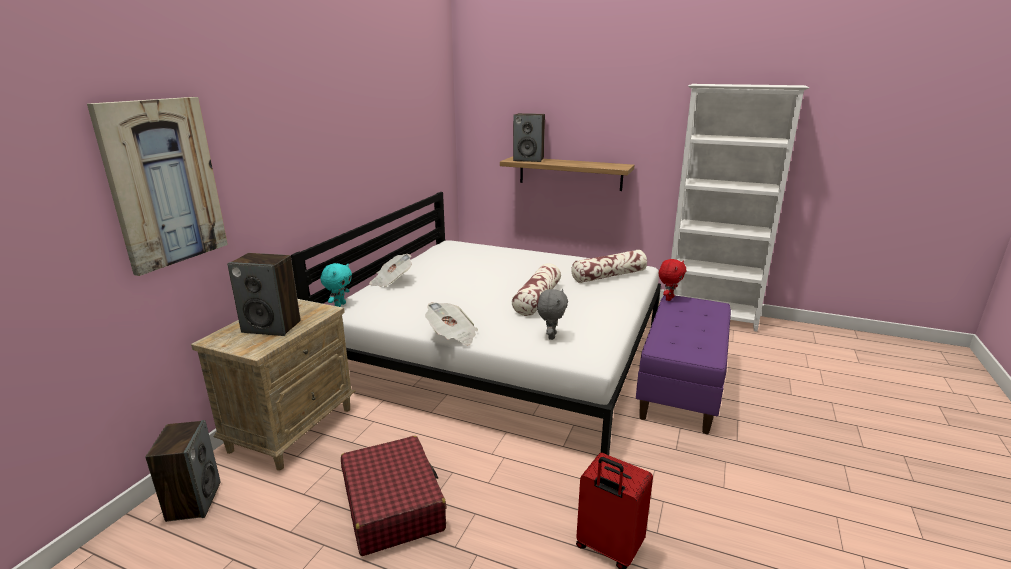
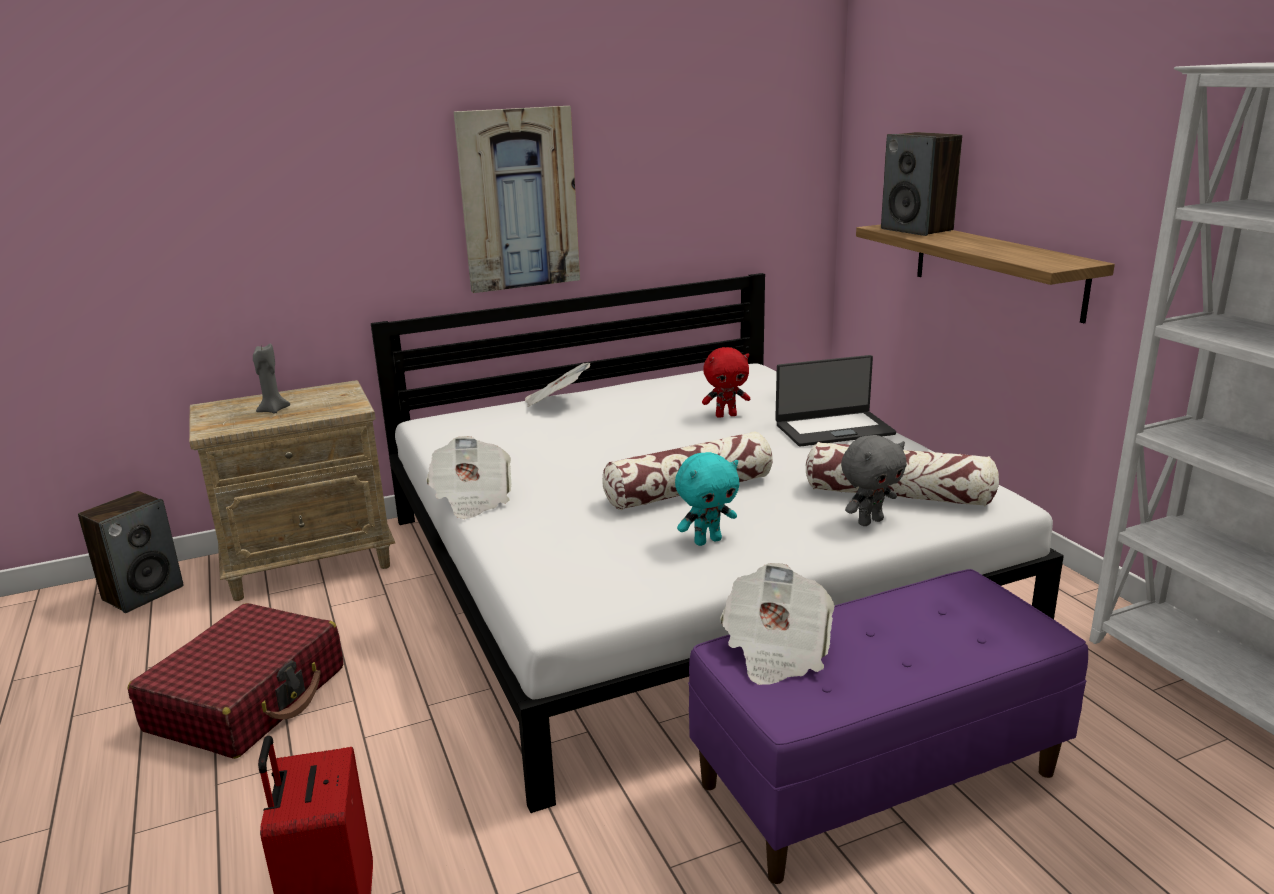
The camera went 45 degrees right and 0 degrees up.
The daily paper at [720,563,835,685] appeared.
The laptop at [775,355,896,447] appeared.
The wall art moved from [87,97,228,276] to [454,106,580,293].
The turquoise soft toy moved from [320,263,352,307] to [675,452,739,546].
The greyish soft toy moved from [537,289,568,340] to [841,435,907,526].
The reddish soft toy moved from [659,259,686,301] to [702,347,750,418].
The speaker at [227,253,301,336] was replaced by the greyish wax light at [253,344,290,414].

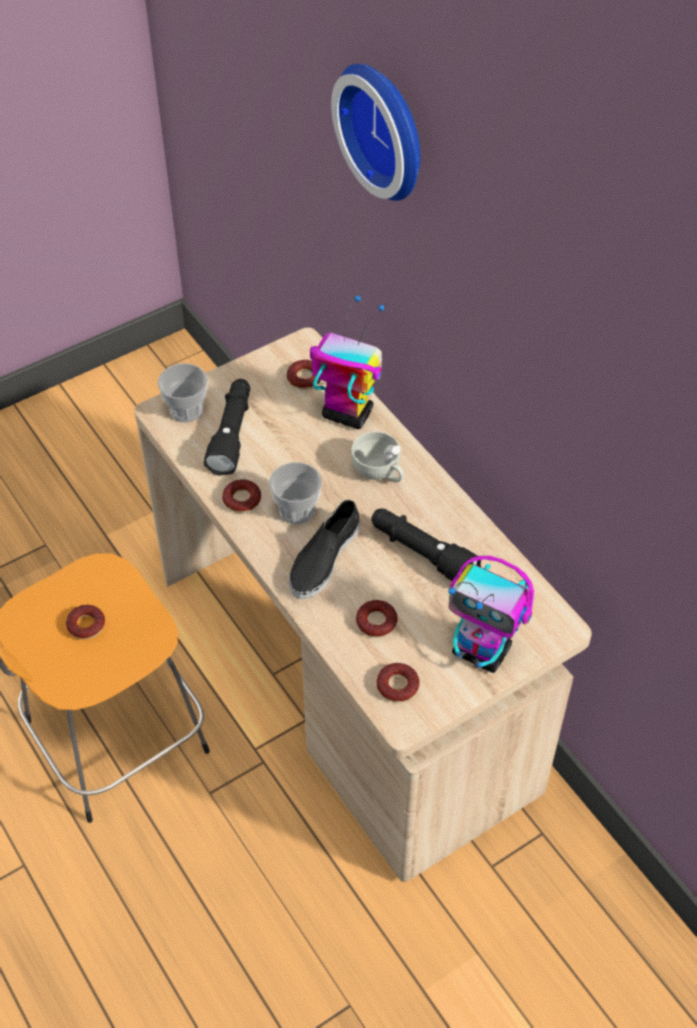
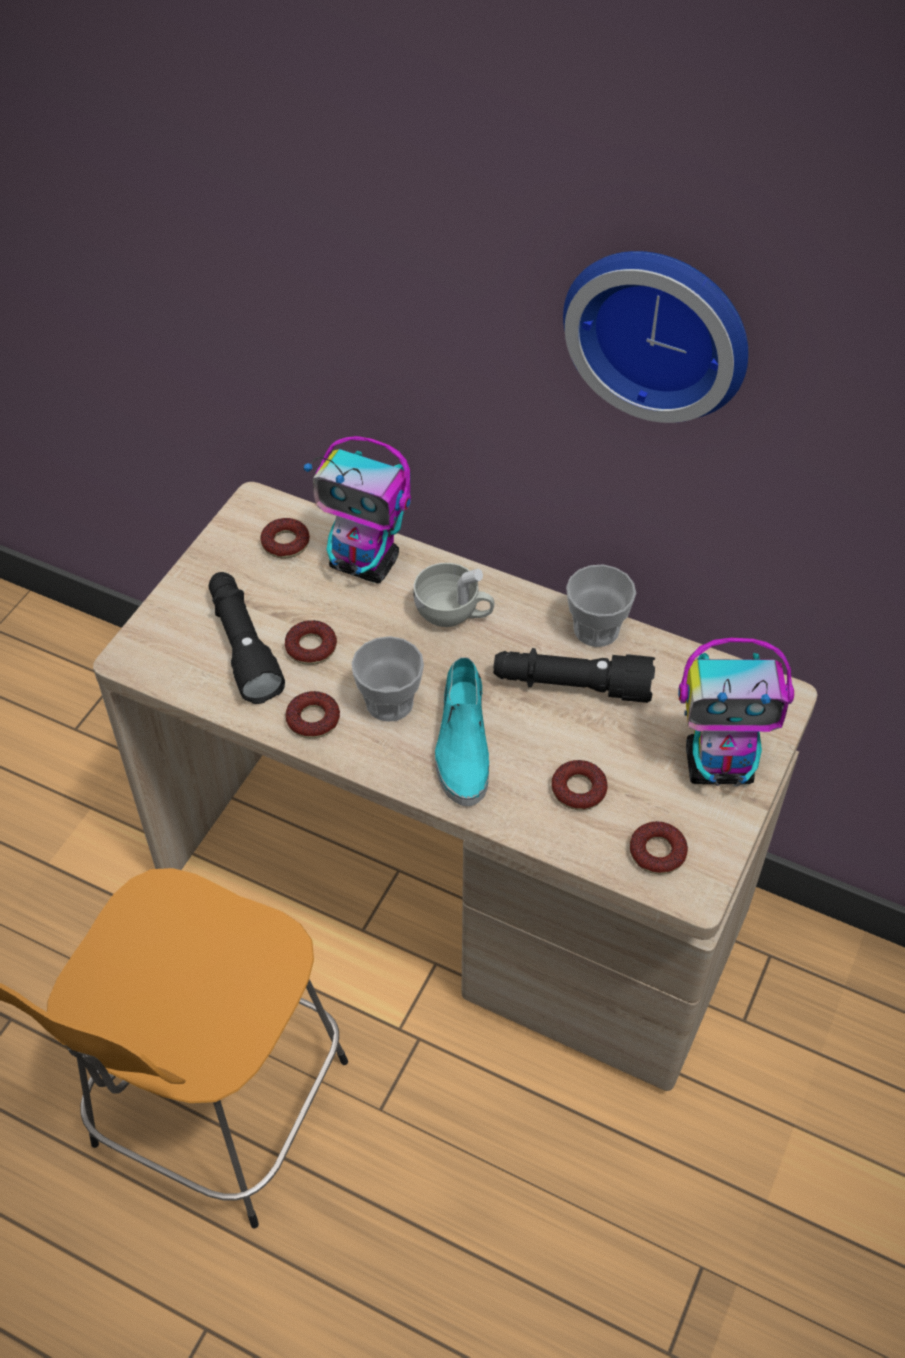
The camera went 30 degrees left and 0 degrees up.
The donut moved from [66,605,105,639] to [285,620,337,665].
The cup moved from [158,363,208,423] to [566,565,636,647].
The hanging clock moved from [331,64,421,201] to [563,251,748,423].
The black-coloured shoe at [289,500,360,599] became the turquoise shoe at [435,657,489,806].
The model robot at [310,296,384,429] turned 150 degrees counterclockwise.

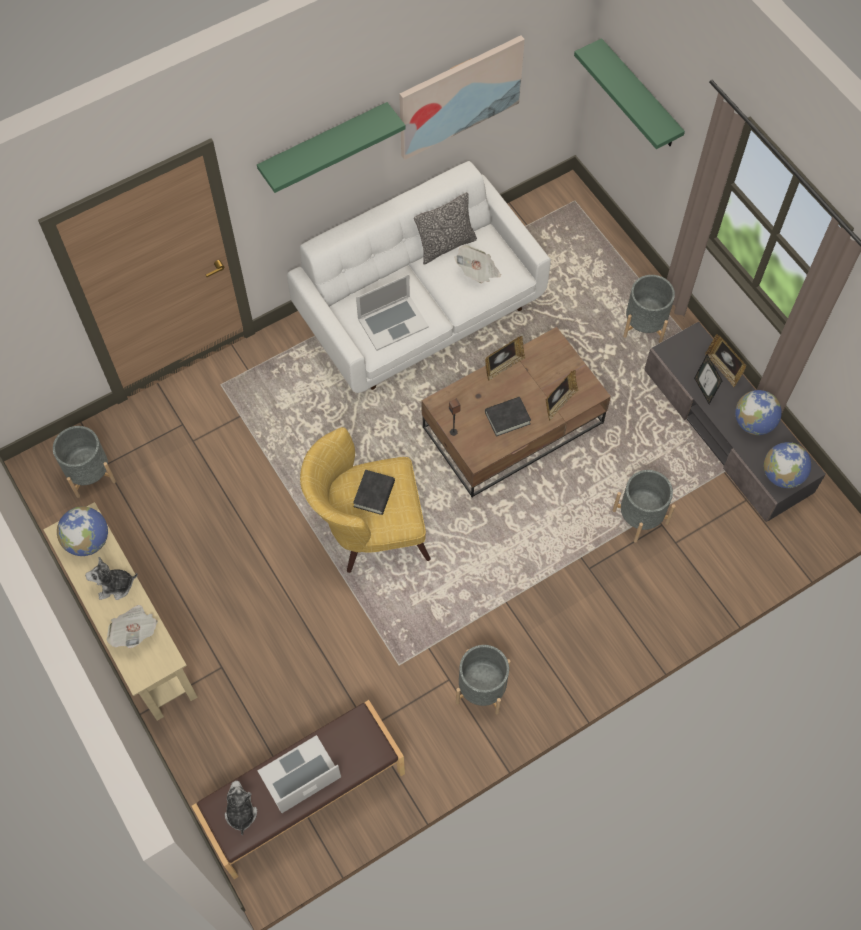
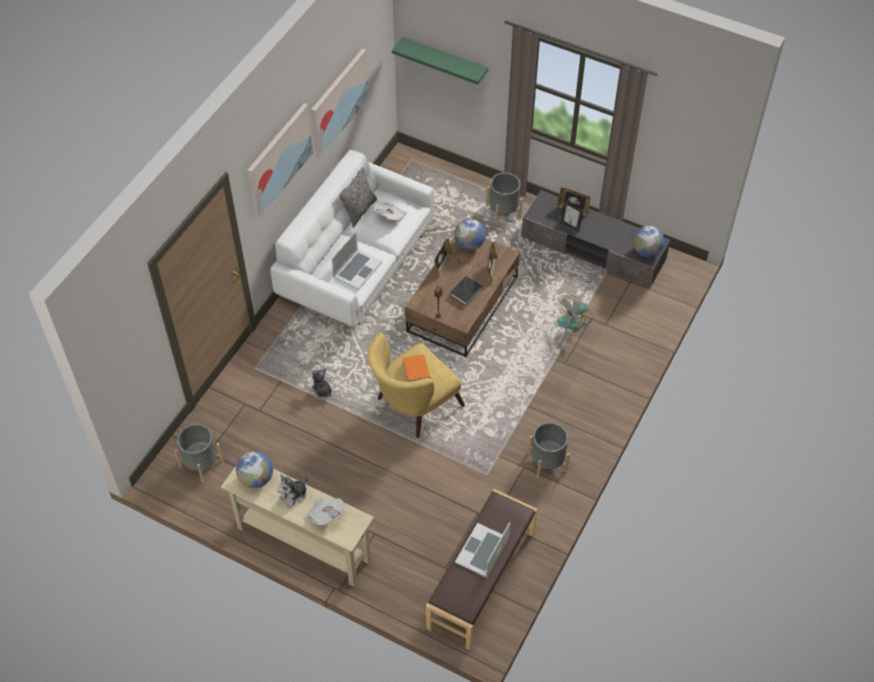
The camera went 30 degrees left and 10 degrees down.
The soft toy moved from [225,781,257,835] to [309,368,332,399].
The desk globe moved from [735,390,782,435] to [454,219,486,250].
The green shelf at [257,102,406,193] was replaced by the wall art at [247,103,313,219].
The greyish flower pot at [613,470,676,543] was replaced by the electric fan at [557,294,593,330].
The black-coloured bound book at [353,470,395,515] became the orange-coloured bound book at [402,354,430,382].

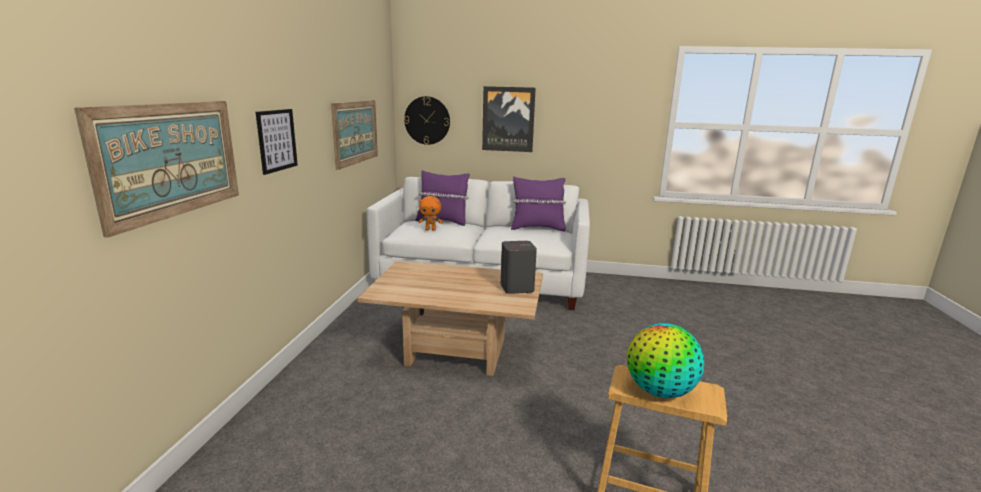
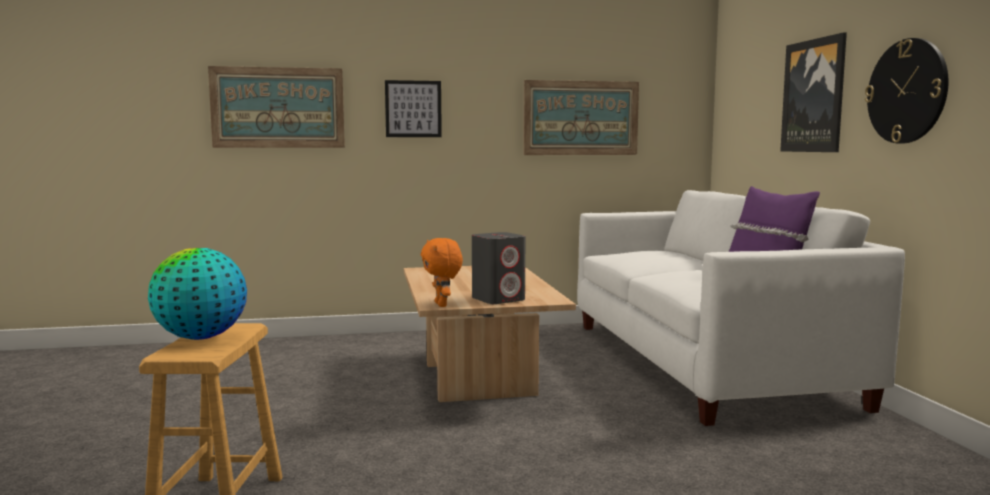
The camera went 70 degrees right and 10 degrees down.
The purple-coloured throw pillow at [416,170,470,226] disappeared.
The hanging clock moved from [404,96,450,145] to [865,38,949,144].
The orange-coloured soft toy moved from [418,196,443,231] to [421,238,463,307].

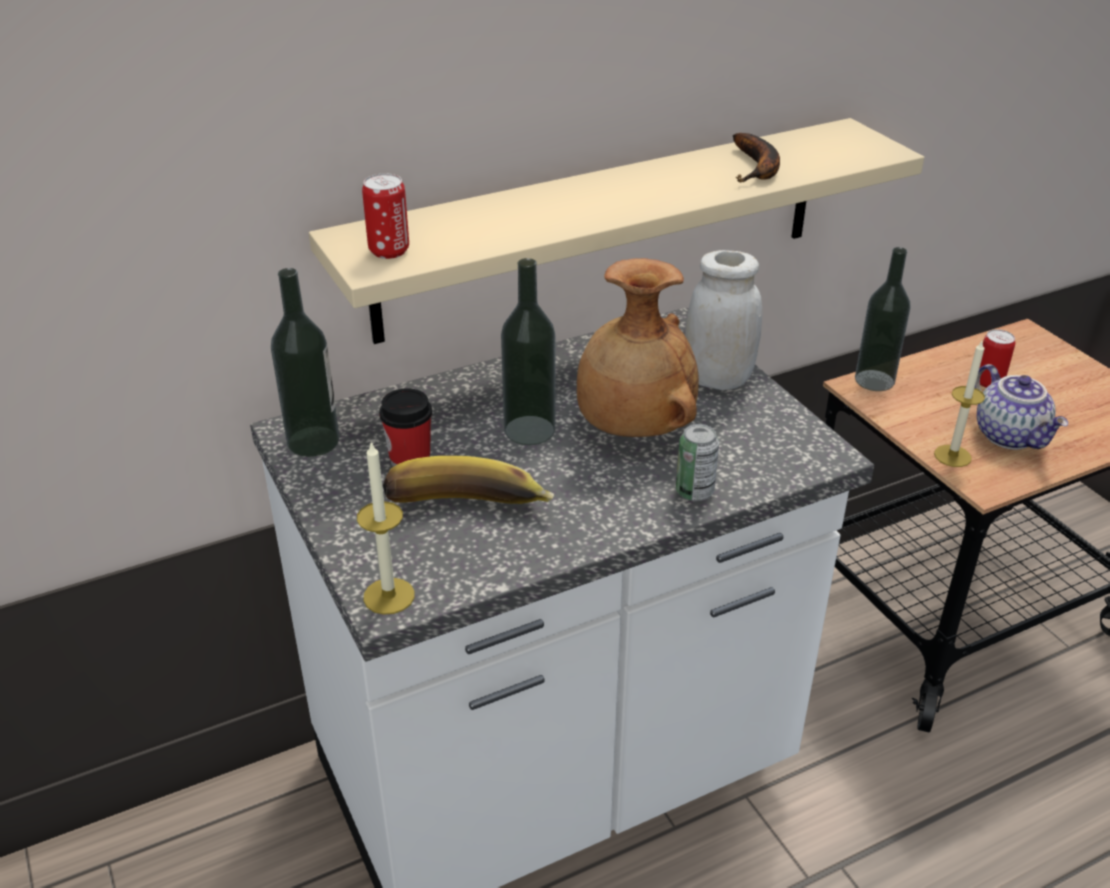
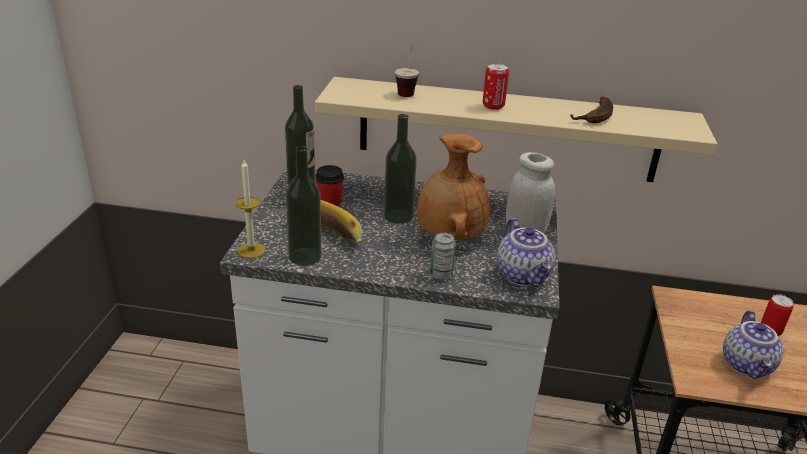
The camera went 35 degrees right and 5 degrees down.
The wax light at [934,339,985,467] disappeared.
The cup at [395,46,419,97] appeared.
The teapot at [497,218,555,287] appeared.
The can moved from [362,173,409,259] to [483,63,509,110].
The beverage bottle moved from [855,247,911,391] to [286,146,322,266].

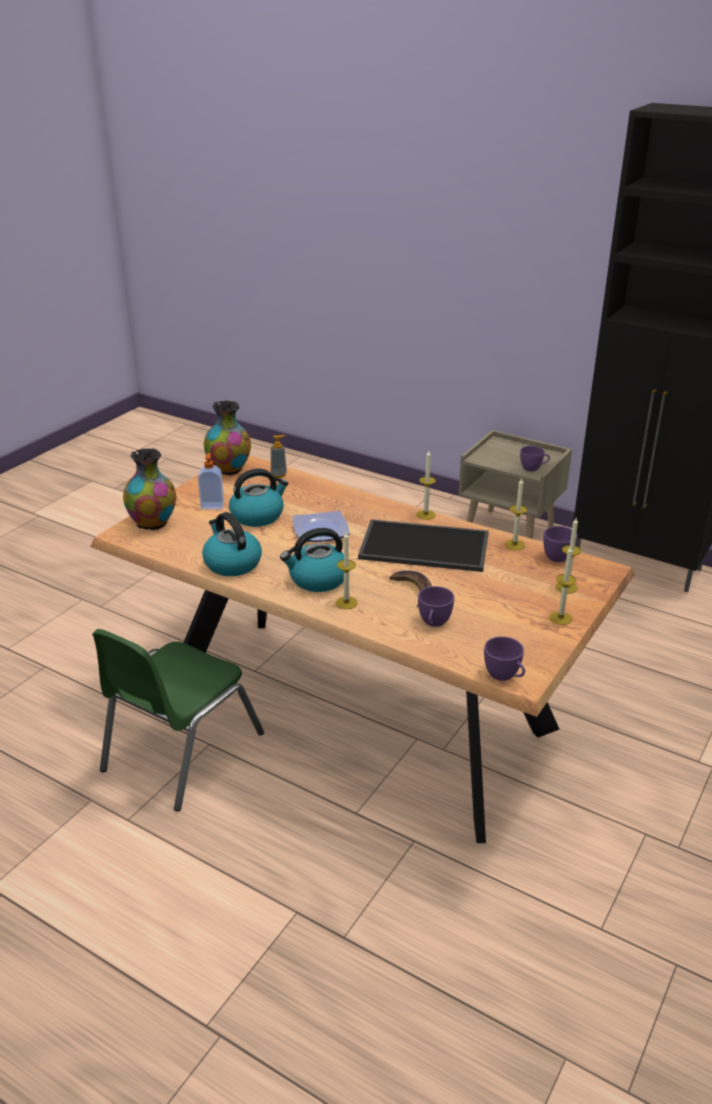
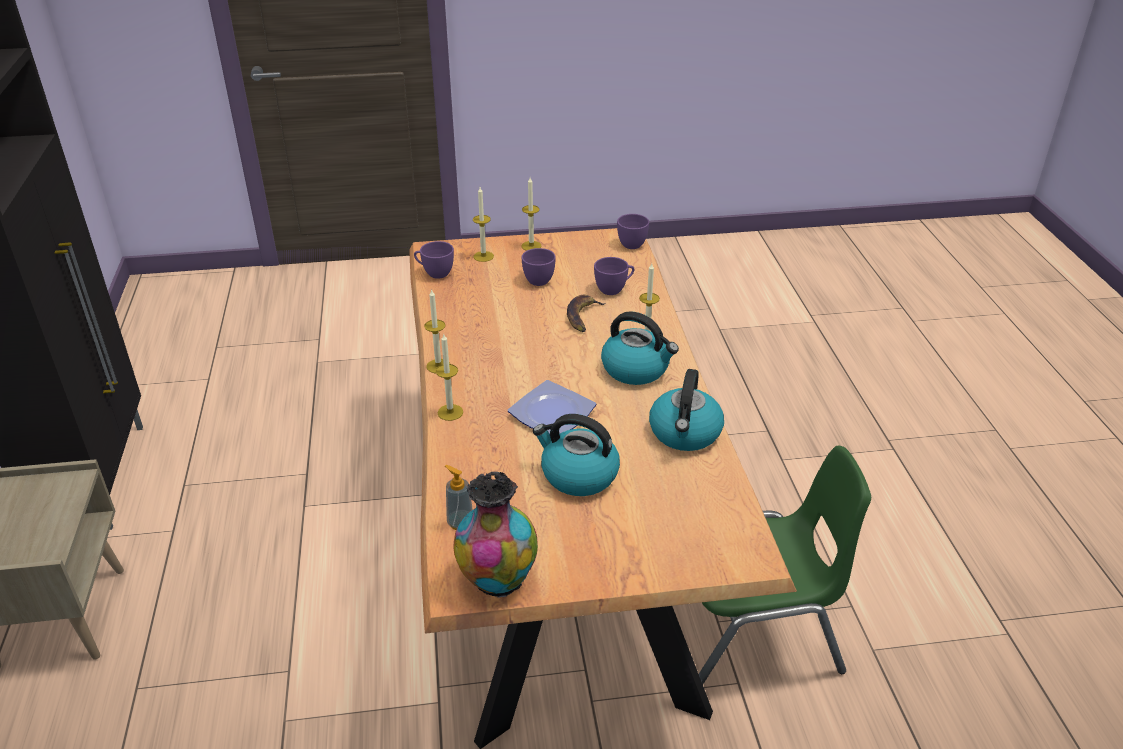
The camera went 130 degrees left and 5 degrees up.
The decorative vase at [123,448,176,530] disappeared.
The soap dispenser at [198,453,224,510] disappeared.
The carrying tray at [358,519,489,572] disappeared.
The wax light moved from [505,478,527,550] to [436,334,463,421].
The purple-coloured cup moved from [520,446,550,472] to [522,248,556,286].

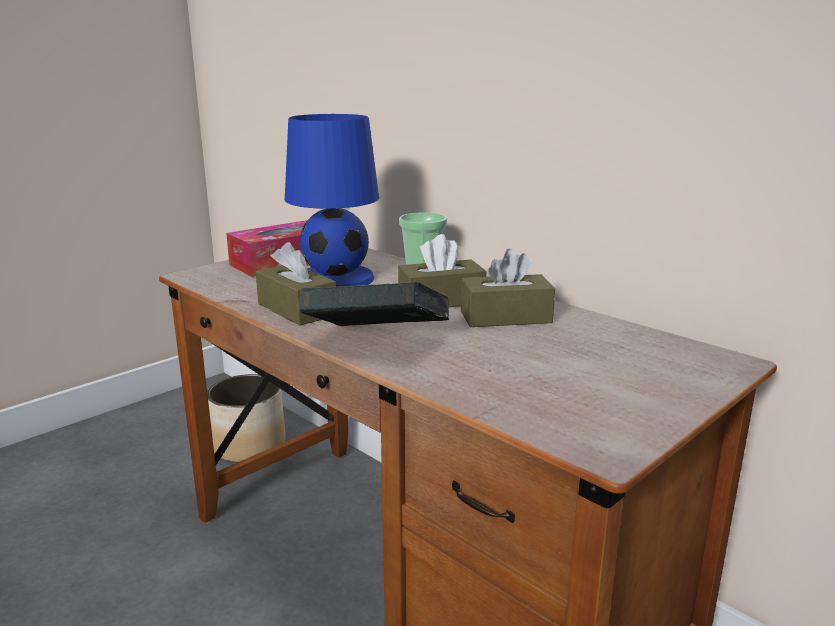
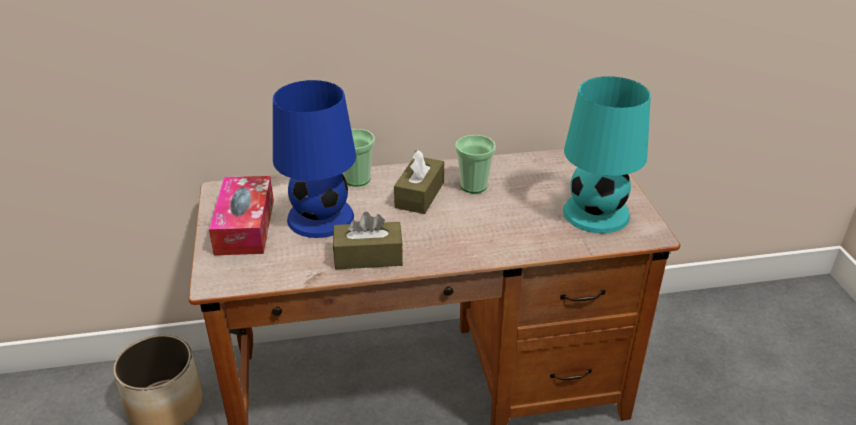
The camera went 55 degrees left and 15 degrees up.
The bound book at [299,282,449,327] disappeared.
The turquoise tabletop lamp at [563,76,651,233] appeared.
The brown-coloured tissue holder at [461,248,555,327] was replaced by the cup at [455,135,496,193].

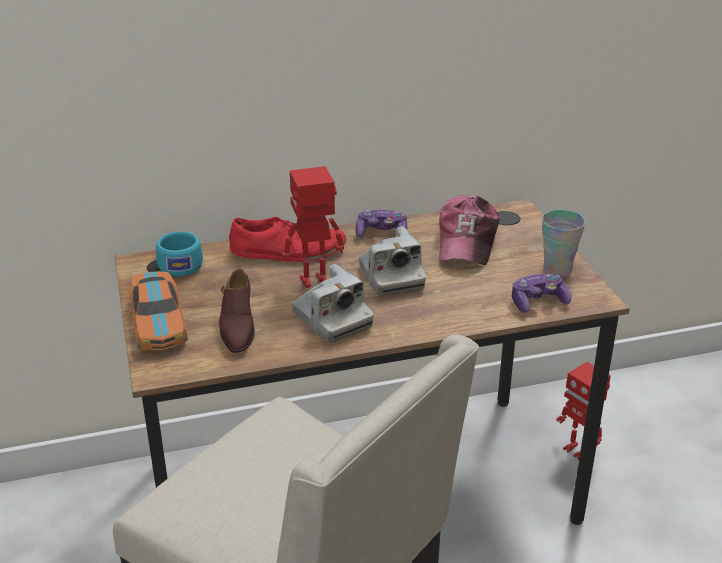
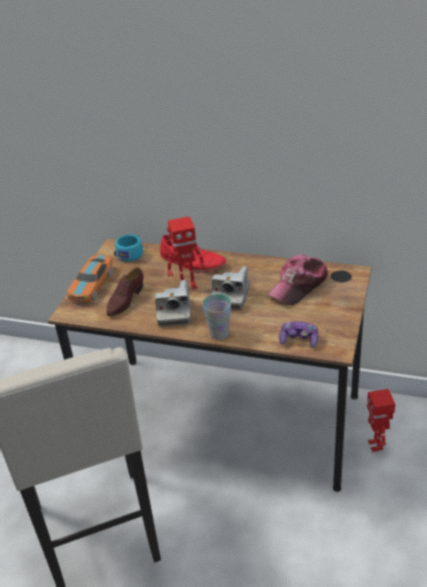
The camera went 35 degrees right and 5 degrees up.
The game controller at [355,210,407,238] disappeared.
The cup moved from [542,210,585,277] to [202,294,231,340].
The model robot at [282,166,344,288] turned 150 degrees clockwise.

